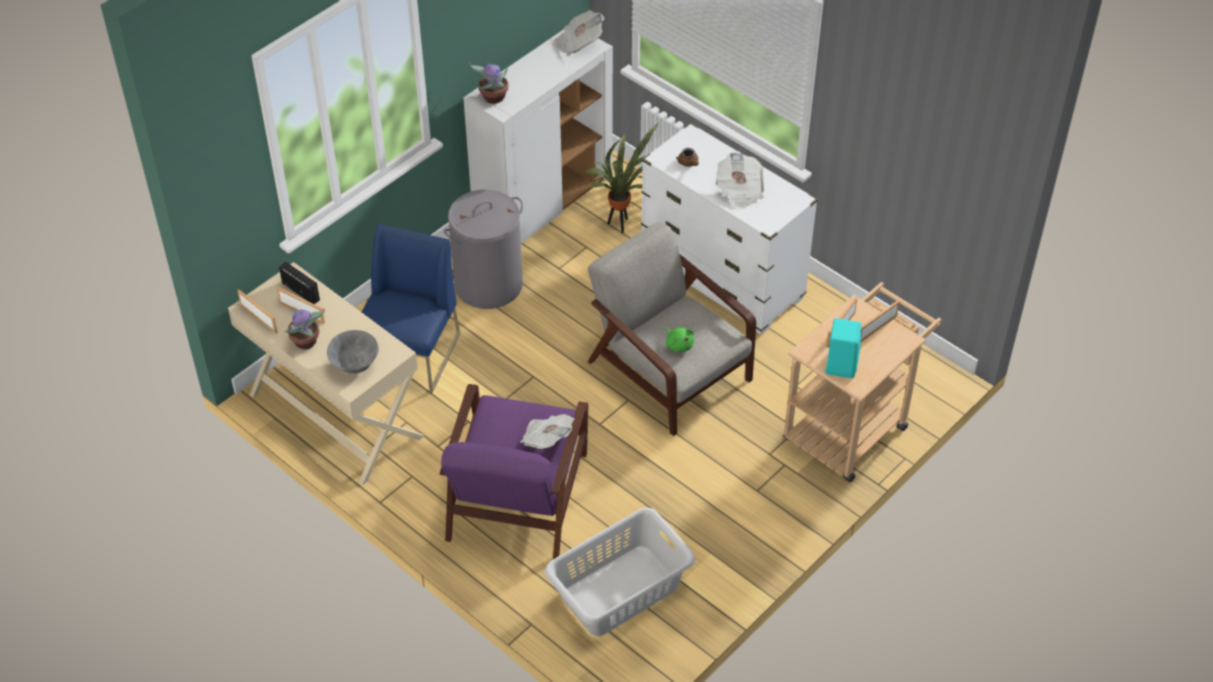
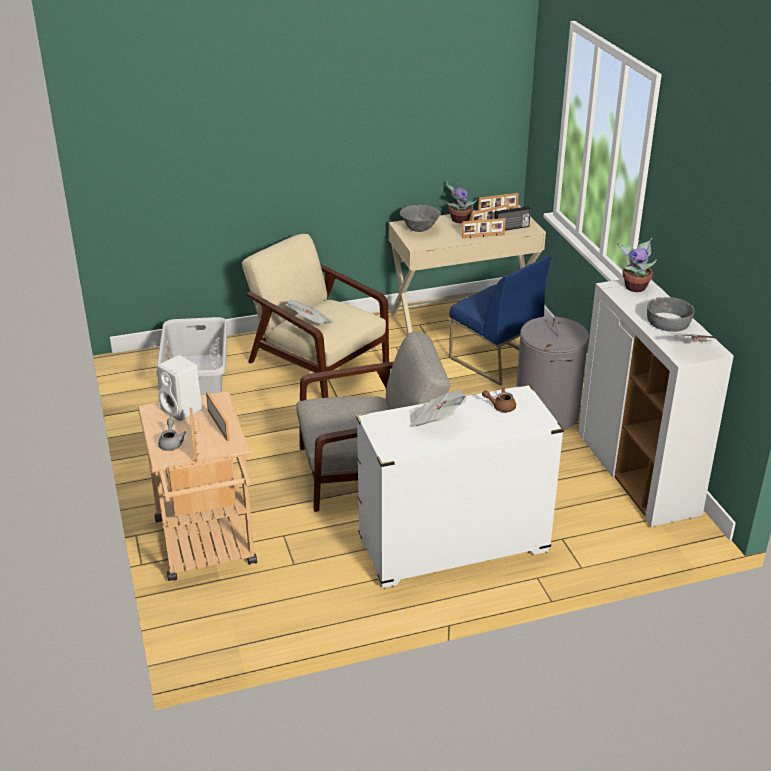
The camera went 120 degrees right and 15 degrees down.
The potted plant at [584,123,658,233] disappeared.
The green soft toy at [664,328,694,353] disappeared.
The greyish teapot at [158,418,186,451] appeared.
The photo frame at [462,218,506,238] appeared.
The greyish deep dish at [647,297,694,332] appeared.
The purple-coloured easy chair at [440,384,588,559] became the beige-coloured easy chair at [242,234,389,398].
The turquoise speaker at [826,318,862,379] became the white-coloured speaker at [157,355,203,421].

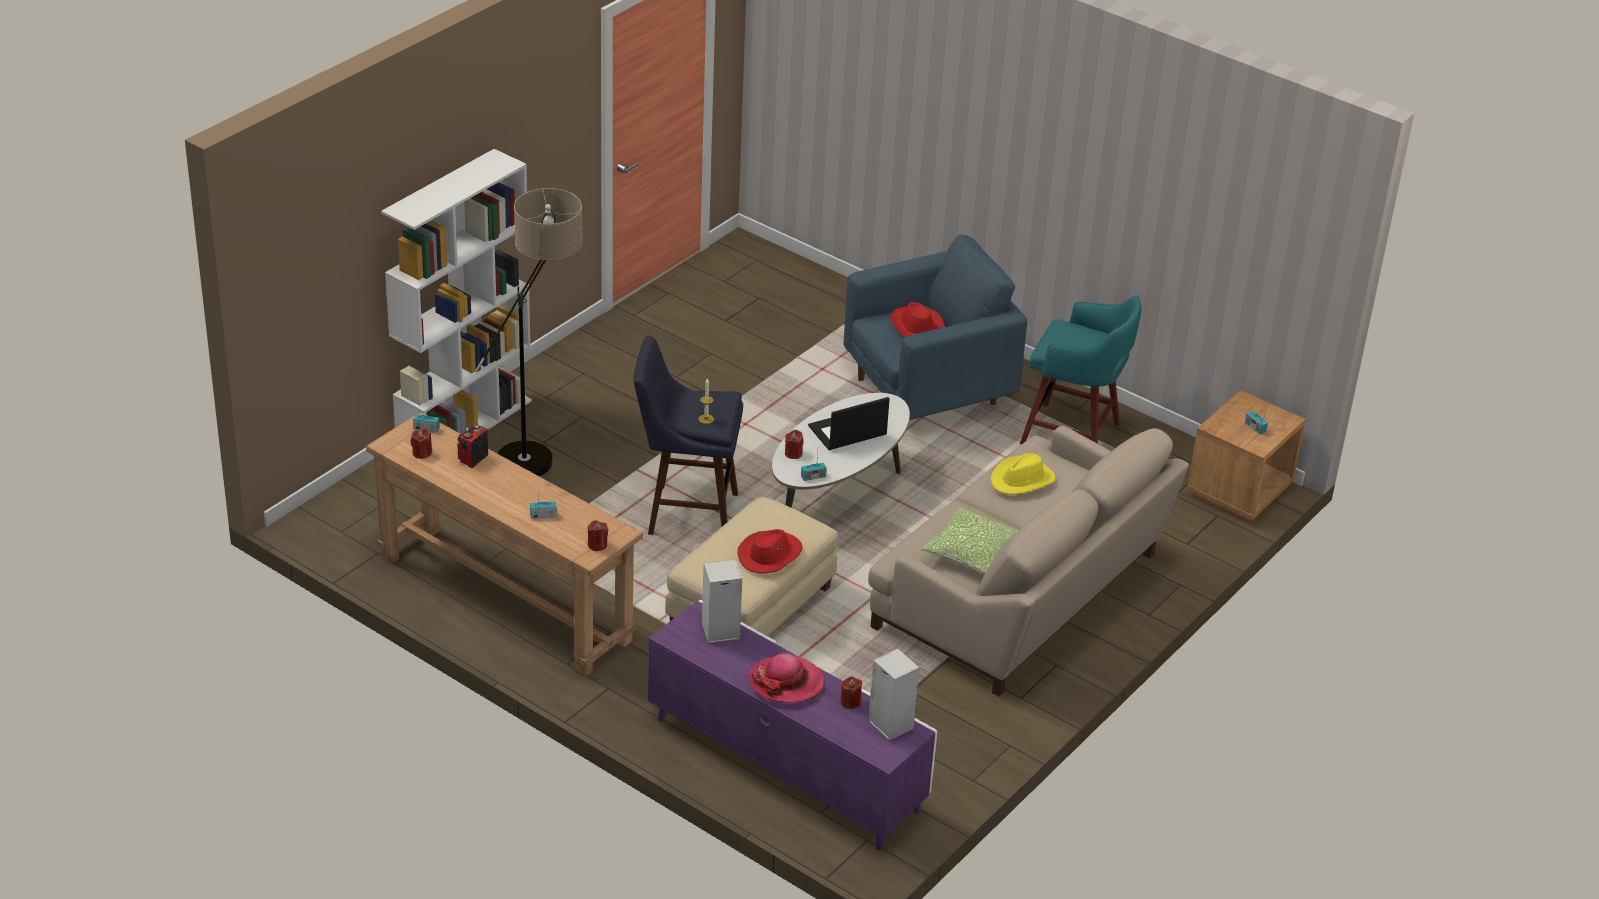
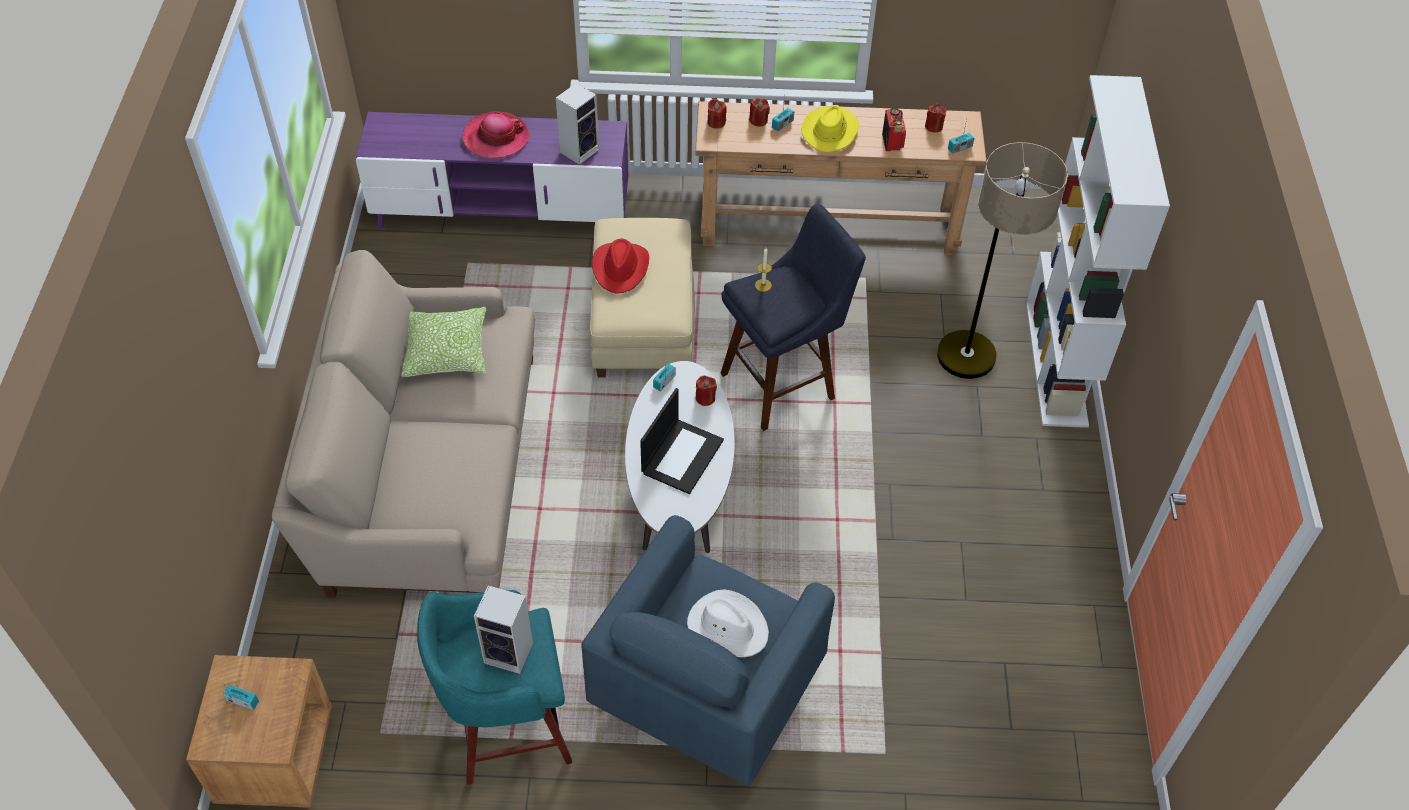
The camera went 145 degrees right and 15 degrees up.
The reddish wax light moved from [840,676,862,709] to [749,98,770,127].
The speaker moved from [868,649,919,741] to [474,585,533,674].
The yellow wearable hat moved from [991,453,1056,495] to [801,105,859,152].
The reddish wearable hat at [890,302,945,337] became the white-coloured wearable hat at [687,589,769,657].

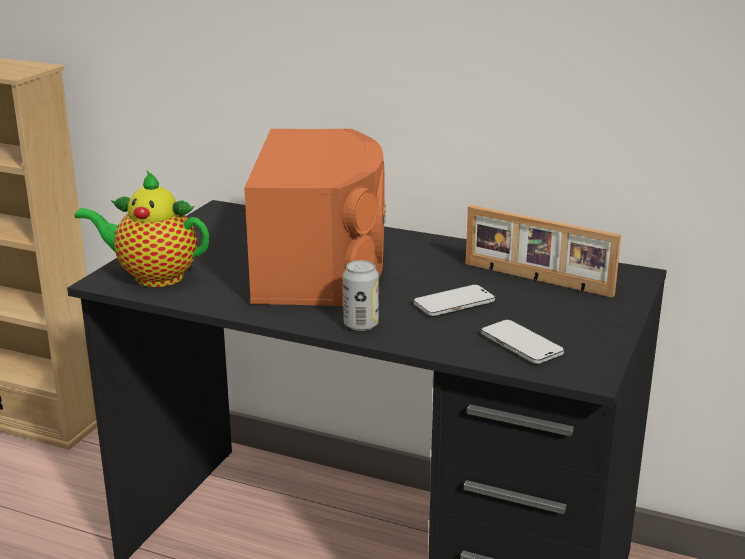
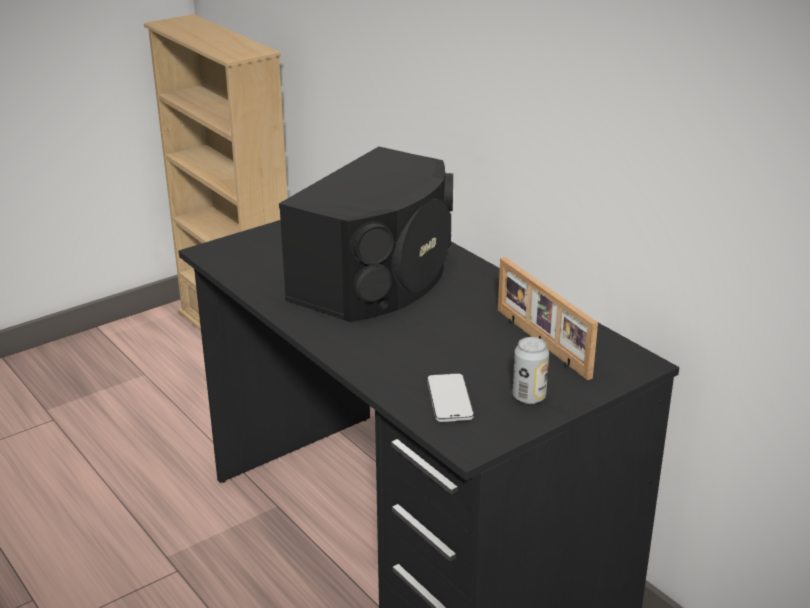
The camera went 30 degrees right and 5 degrees up.
The teapot at [74,170,209,287] disappeared.
The telephone at [414,285,495,316] disappeared.
The can moved from [343,260,379,331] to [513,337,549,404].
The orange-coloured speaker at [244,129,386,306] became the black-coloured speaker at [279,146,453,322].

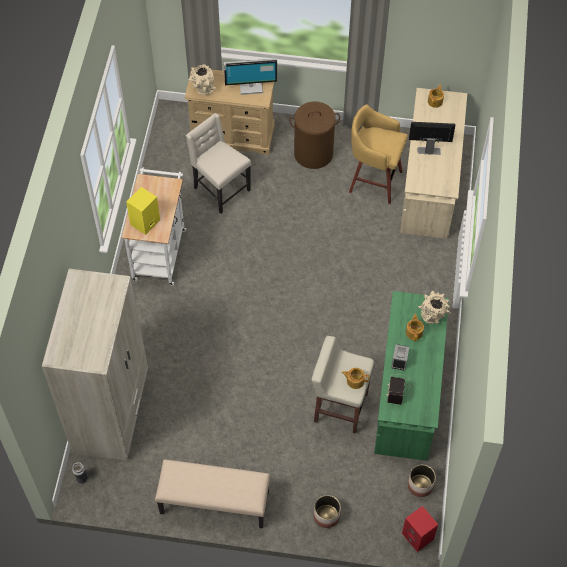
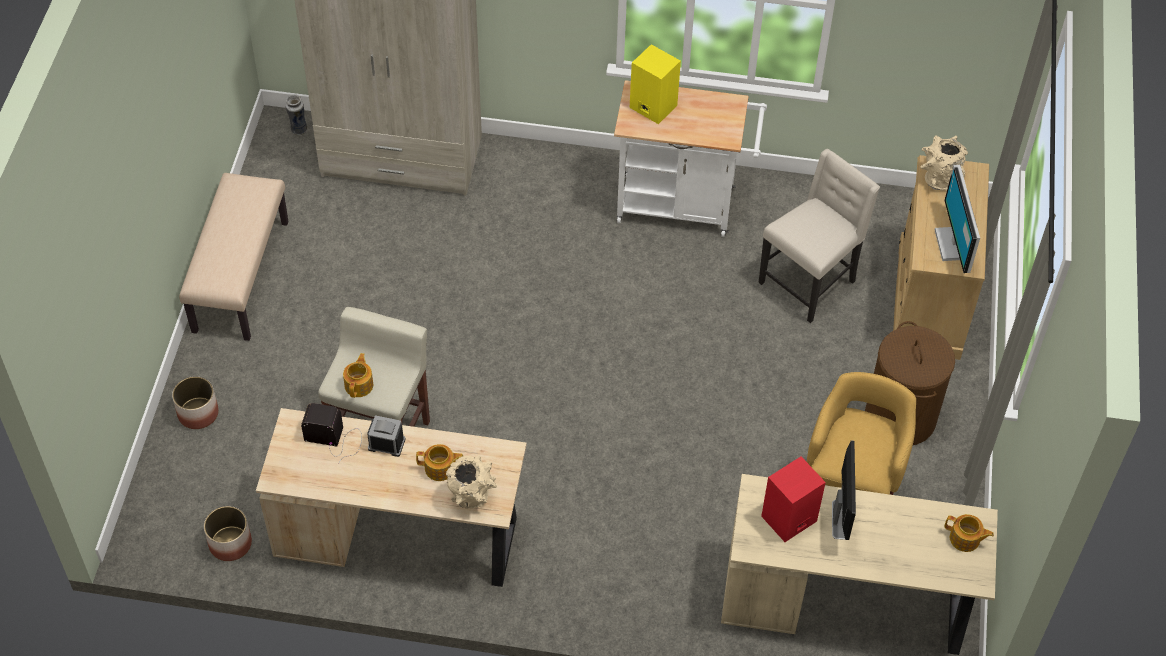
The camera went 90 degrees right and 5 degrees down.
The reddish speaker moved from [402,506,438,552] to [761,456,826,542].
The green desk table at [374,291,449,461] became the beige-coloured desk table at [256,408,527,587].

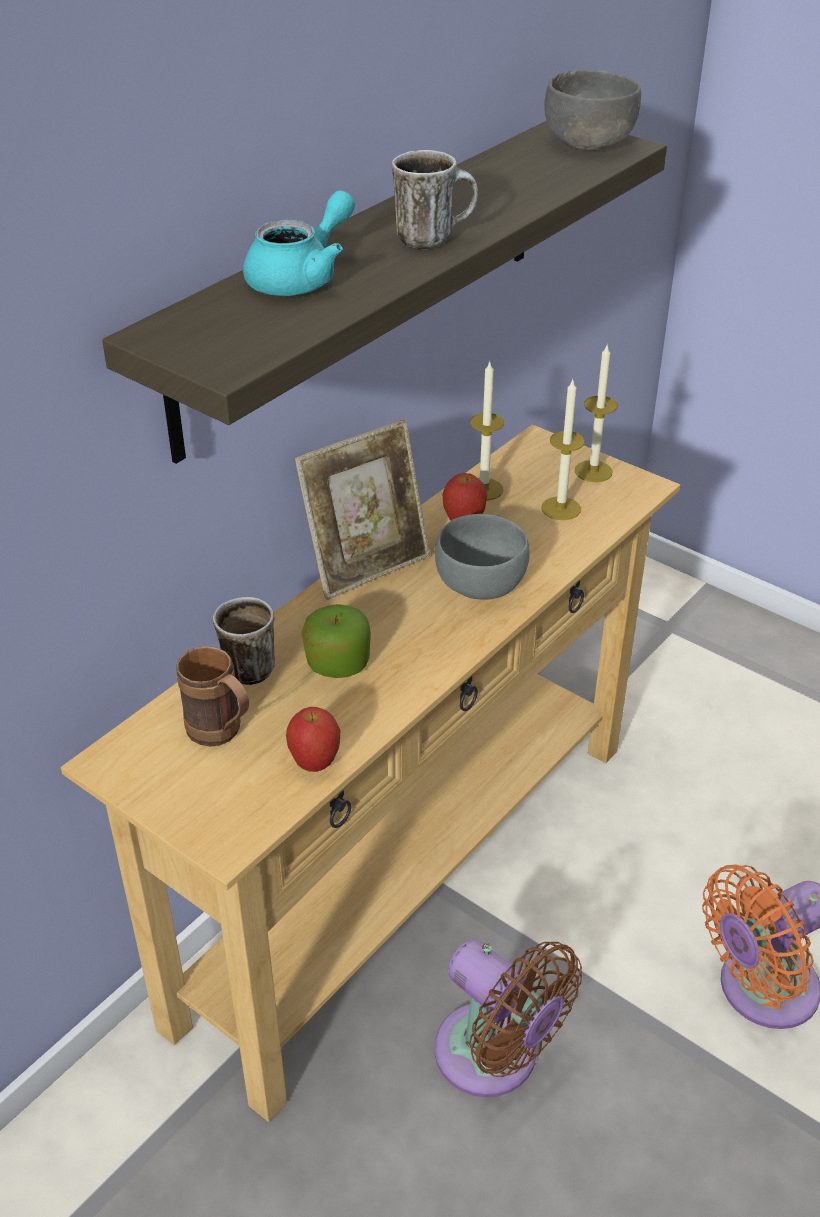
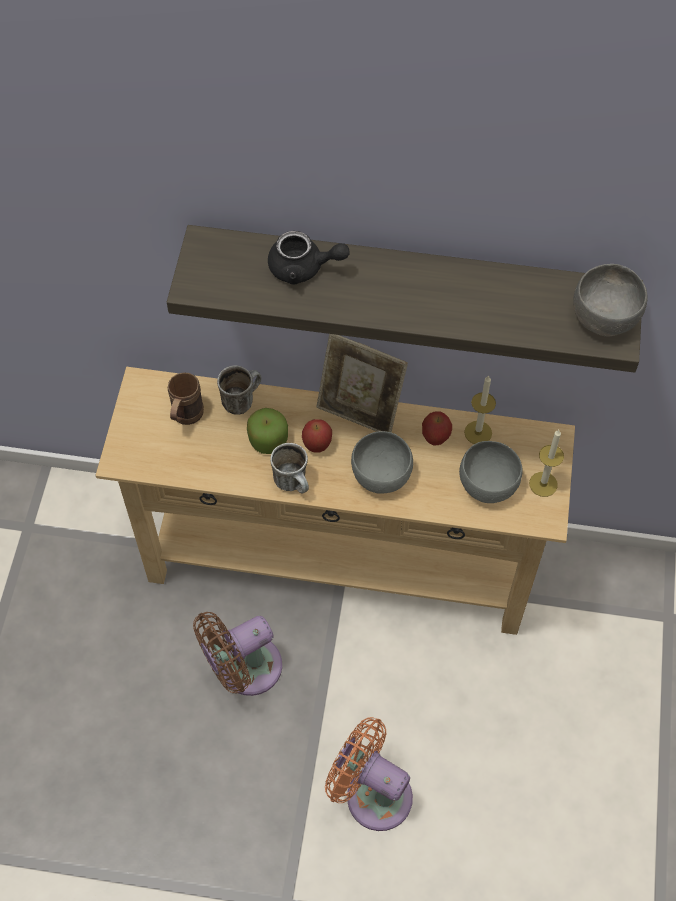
The camera went 60 degrees right and 20 degrees up.
The whole apple moved from [286,707,340,772] to [302,419,332,453].
The mug moved from [392,150,478,250] to [270,443,309,494].
The wax light at [541,380,585,520] was replaced by the greyish deep dish at [459,441,523,503].
The turquoise teapot at [243,190,355,296] became the black-coloured teapot at [268,231,350,284].
The brown-coloured electric fan at [434,939,582,1097] turned 45 degrees clockwise.

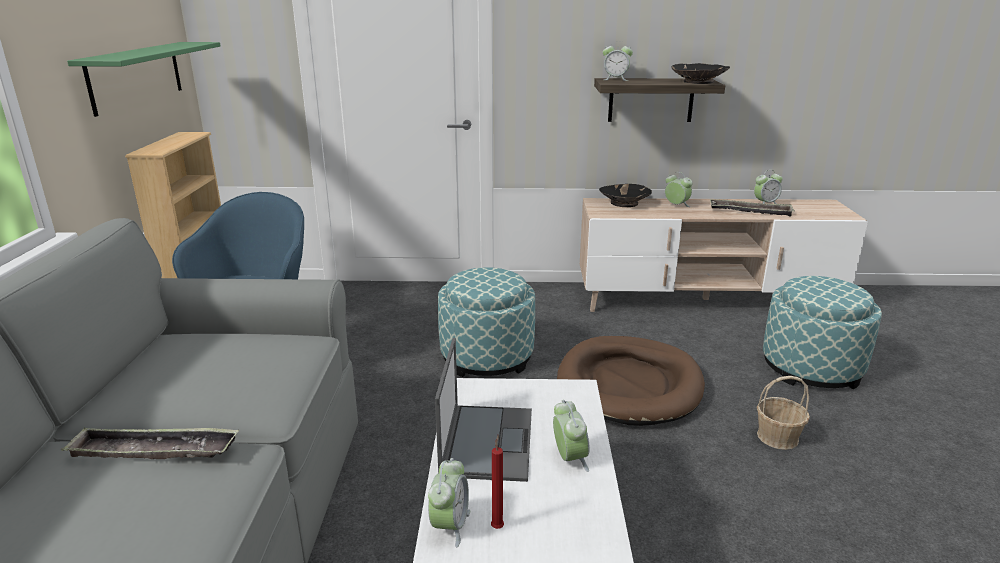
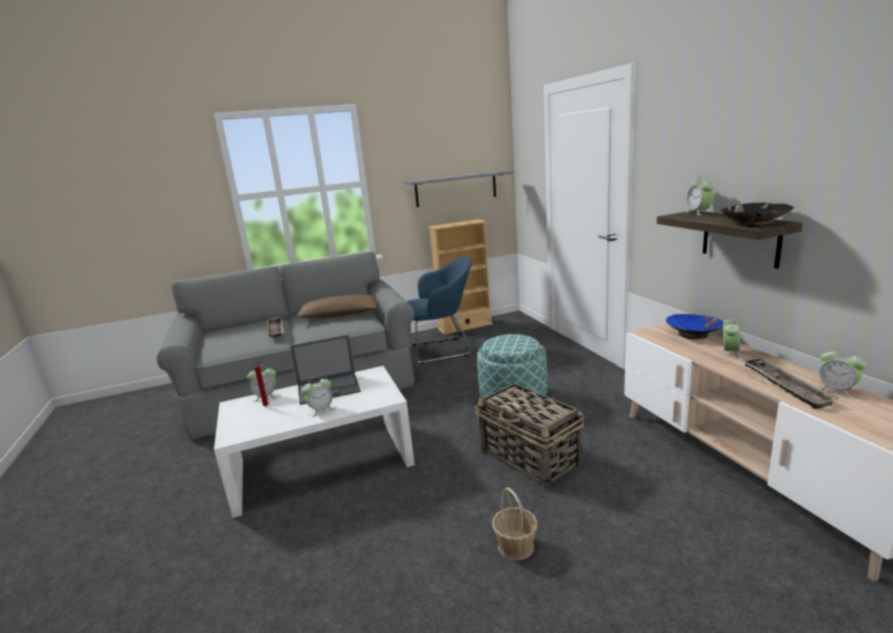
The camera went 70 degrees right and 5 degrees down.
The ottoman at [763,276,882,389] disappeared.
The brown-coloured throw pillow at [295,295,378,318] appeared.
The brown-coloured pet bed at [557,336,705,426] was replaced by the storage basket at [475,383,584,489].
The green shelf at [67,42,220,117] became the greyish shelf at [405,170,514,207].
The black-coloured deep dish at [599,184,652,207] became the blue deep dish at [666,314,723,339].

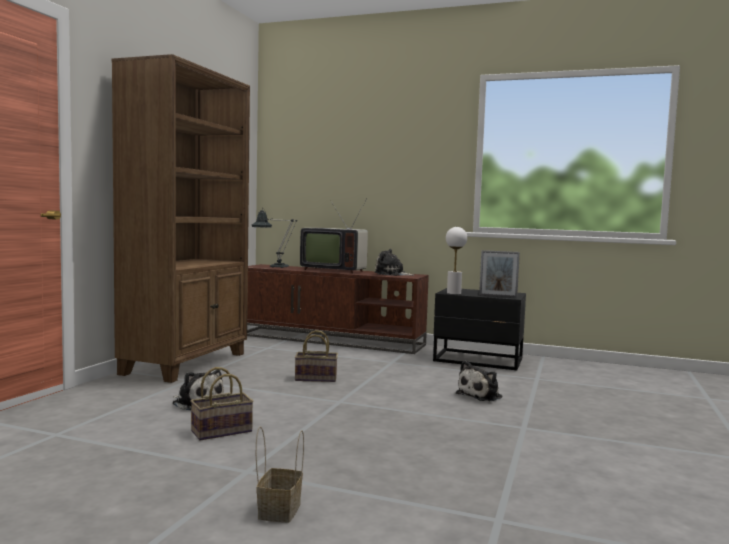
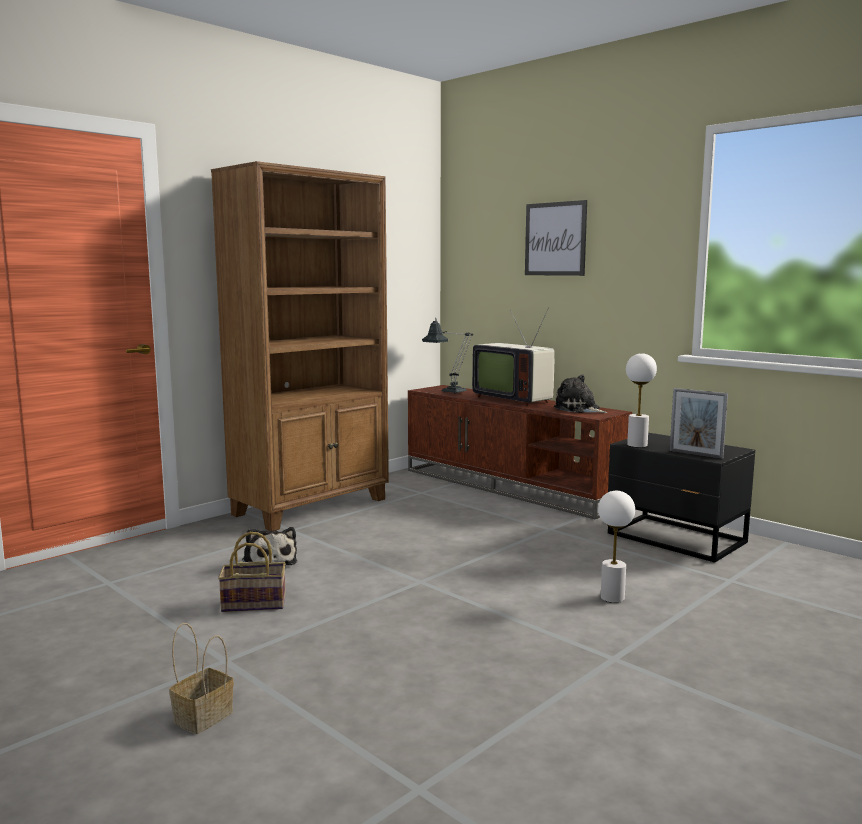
The camera went 25 degrees right and 5 degrees up.
The storage basket at [295,330,338,382] disappeared.
The wall art at [525,200,587,276] appeared.
The soft toy at [456,361,502,402] was replaced by the white-coloured tabletop lamp at [598,491,635,603].

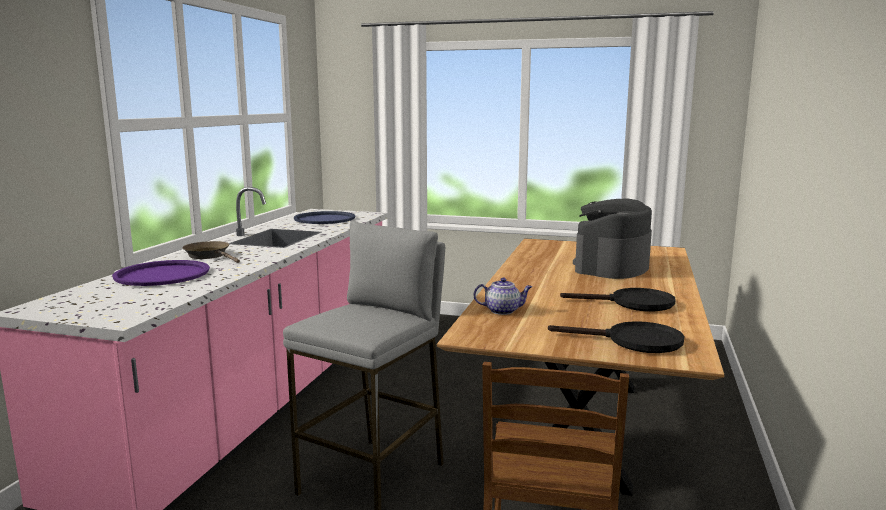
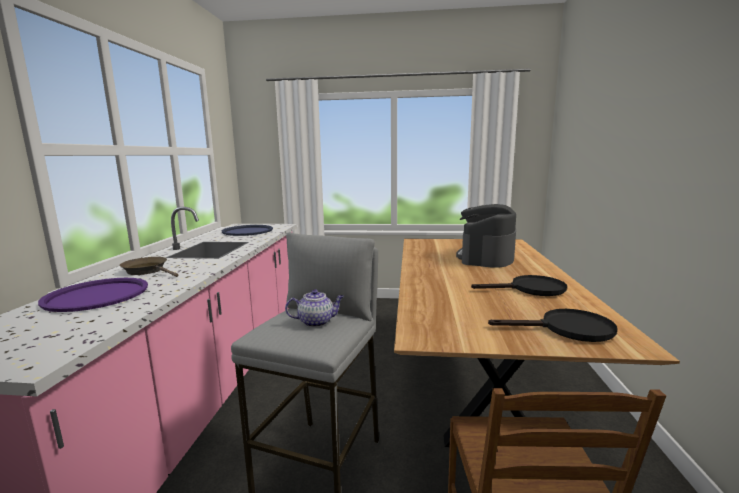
The camera went 10 degrees left and 0 degrees up.
The teapot moved from [473,278,532,315] to [285,289,344,327].

